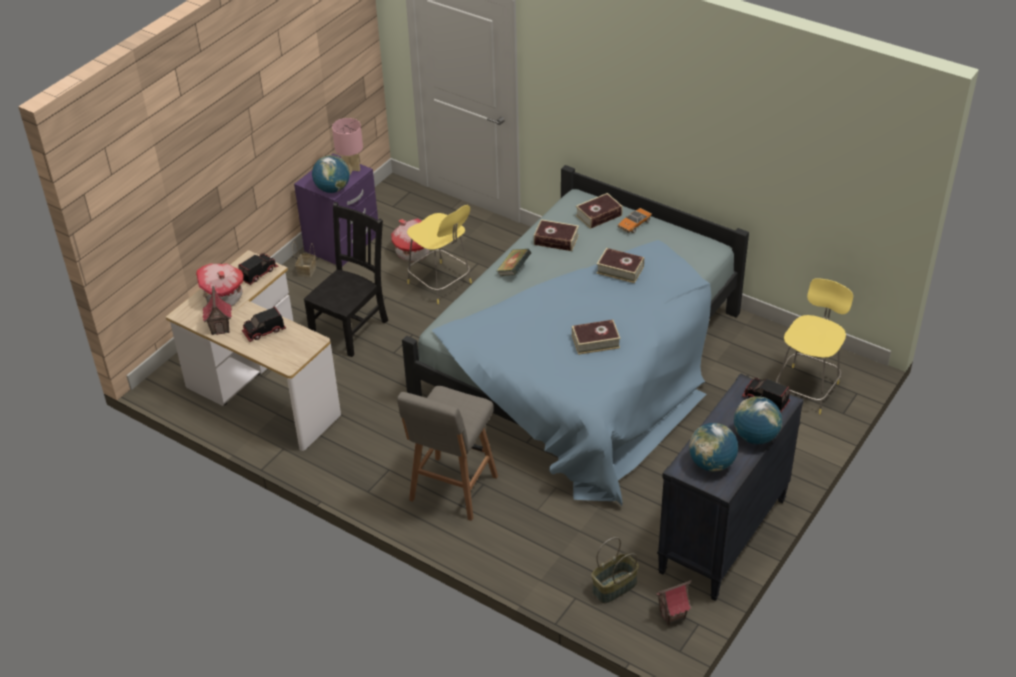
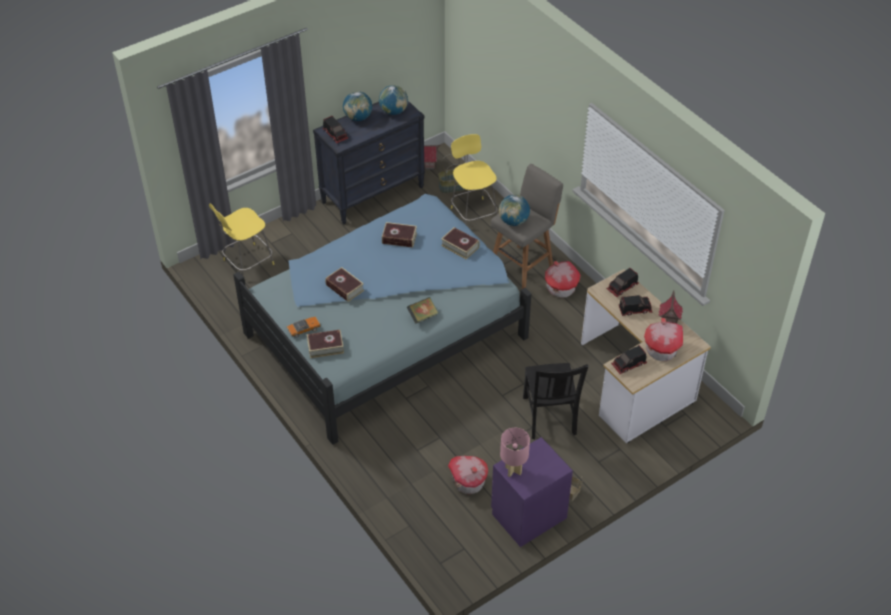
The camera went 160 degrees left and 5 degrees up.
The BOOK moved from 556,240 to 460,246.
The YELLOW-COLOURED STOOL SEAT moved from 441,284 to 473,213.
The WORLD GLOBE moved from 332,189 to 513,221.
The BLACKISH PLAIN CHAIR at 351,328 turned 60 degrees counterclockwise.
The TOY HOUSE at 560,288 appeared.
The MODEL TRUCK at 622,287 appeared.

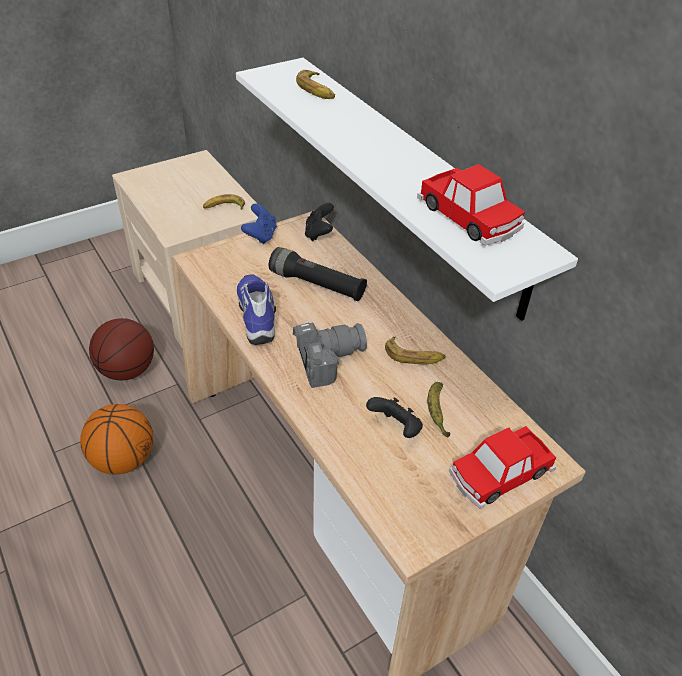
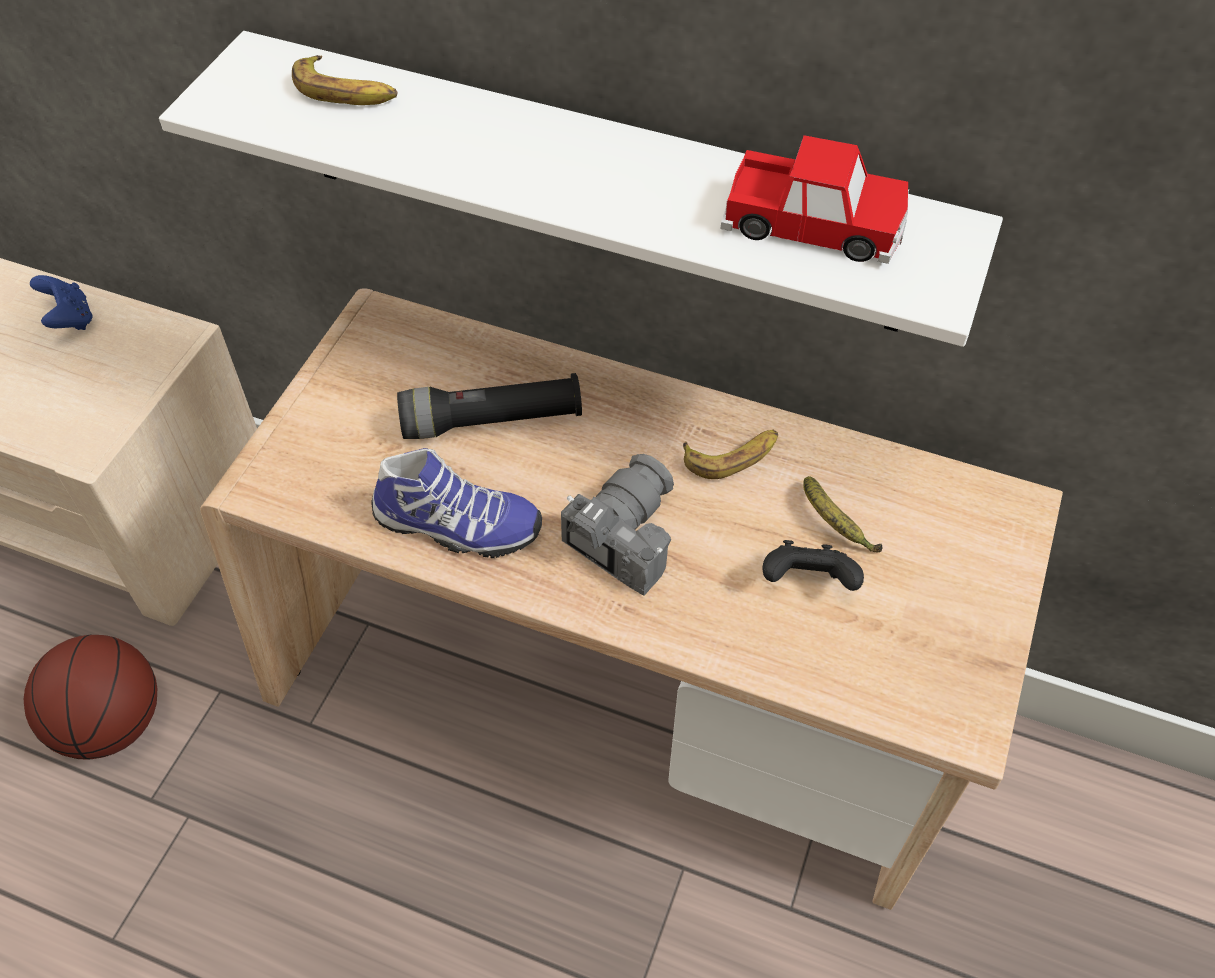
The camera went 35 degrees left and 10 degrees up.
The BLUISH GAME CONTROLLER moved from 260,236 to 70,319.
The ITEM OF FOOTWEAR at 258,316 turned 150 degrees clockwise.
The BASKETBALL BALL at 123,460 disappeared.
The WHOLE BANANA at 224,207 disappeared.
The BLACKISH GAME CONTROLLER at 319,233 disappeared.
The MODEL CAR at 500,473 disappeared.

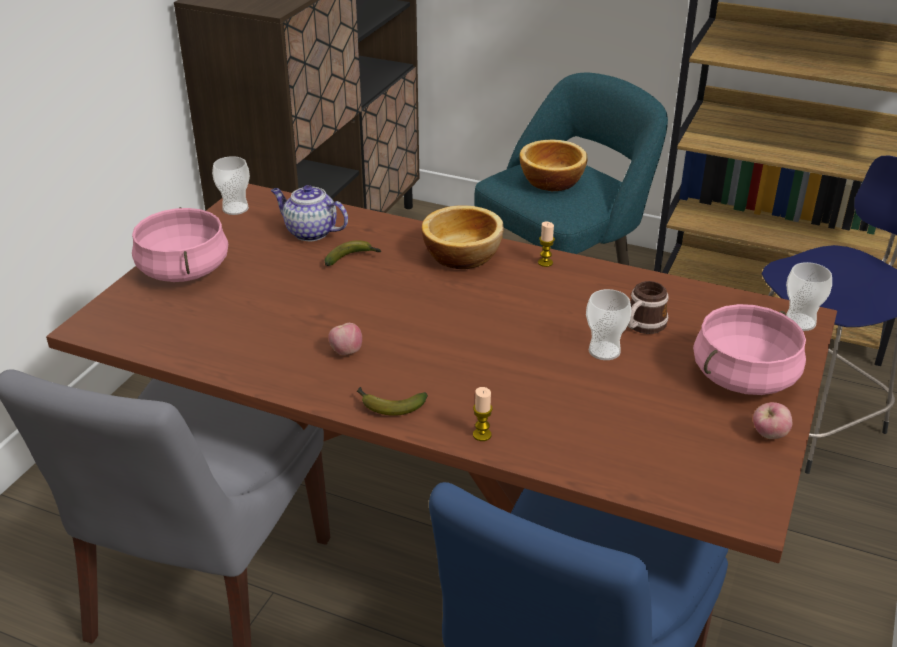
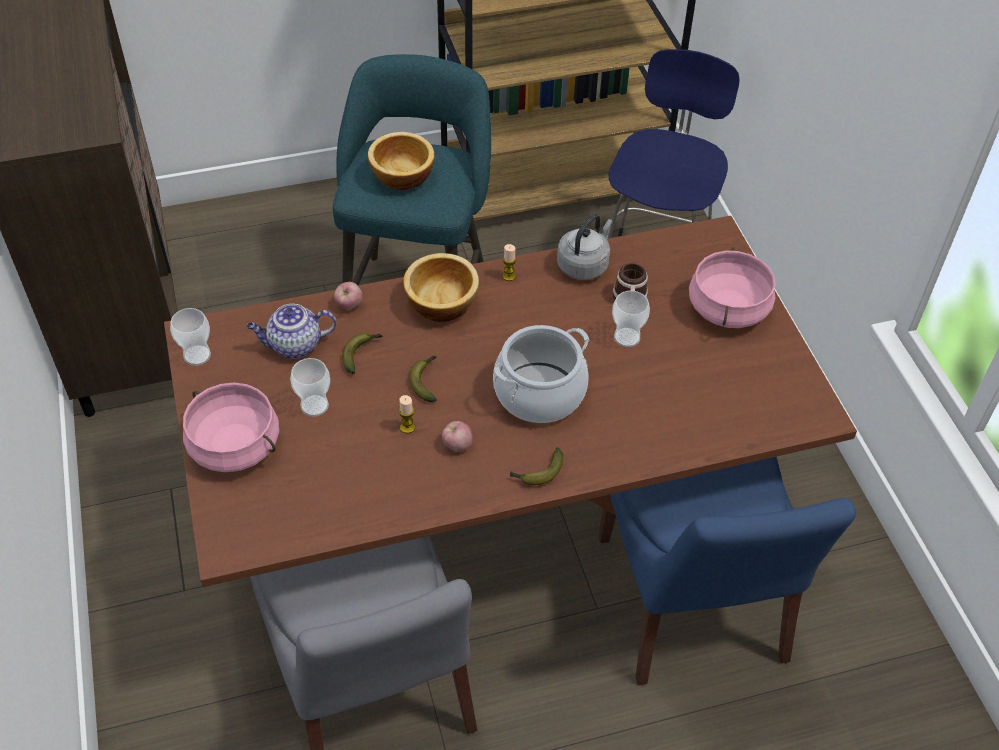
The camera went 40 degrees left and 15 degrees up.
The CUP moved from 800,322 to 314,406.
The WHOLE APPLE moved from 769,435 to 349,305.
The WAX CANDLE moved from 482,435 to 407,427.
The WHOLE BANANA at 426,381 appeared.
The SAUCEPOT at 539,393 appeared.
The GREYISH TEA KETTLE at 584,265 appeared.

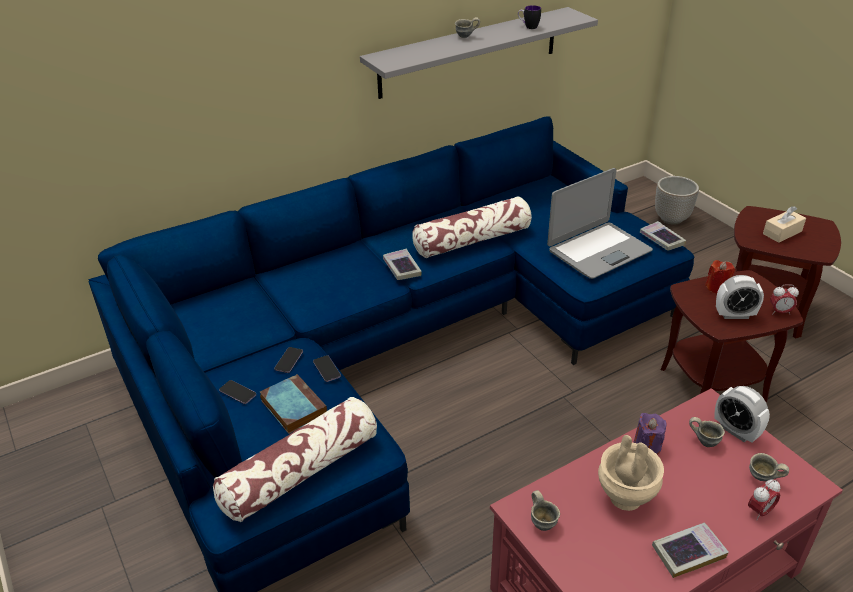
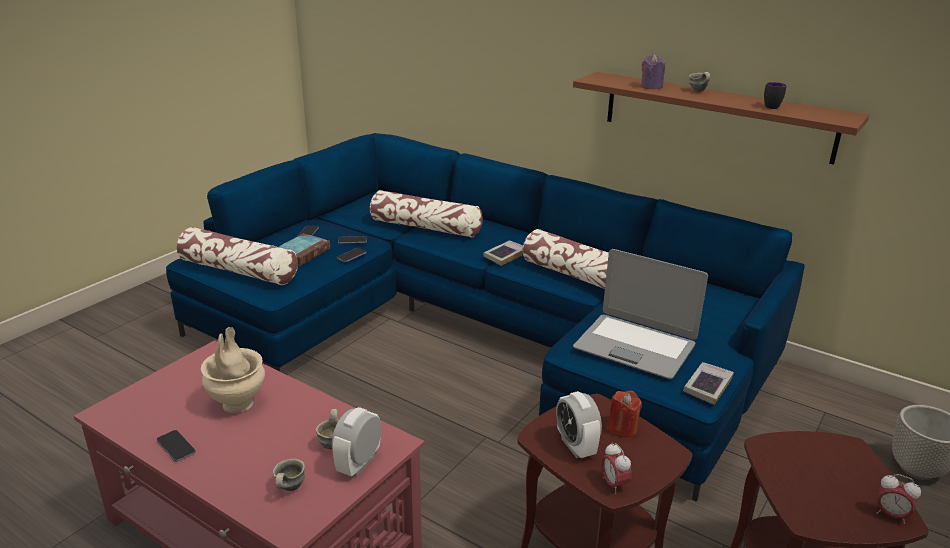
The camera went 65 degrees right and 10 degrees down.
The BOOK at 688,552 was replaced by the PHONE at 176,447.
The CUSHION at 426,227 appeared.
The GREYISH BRACKET SHELF at 469,52 became the BROWNISH BRACKET SHELF at 716,116.
The PURPLE WAX CANDLE moved from 647,446 to 651,86.
The ALARM CLOCK moved from 759,511 to 890,515.
The GREYISH TEA MUG at 543,522 disappeared.
The SAND-COLOURED TISSUE HOLDER at 782,232 disappeared.

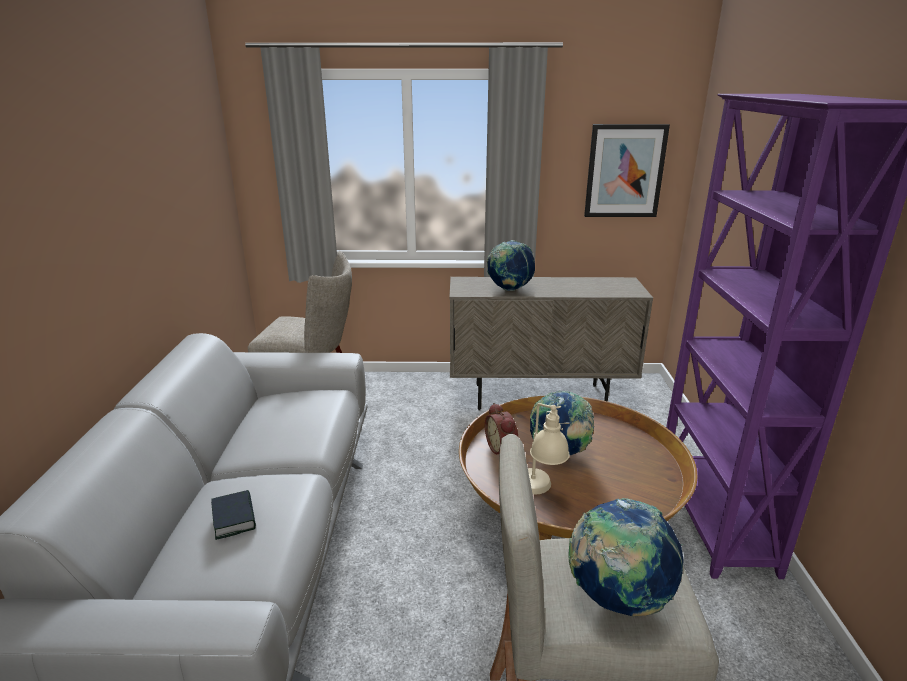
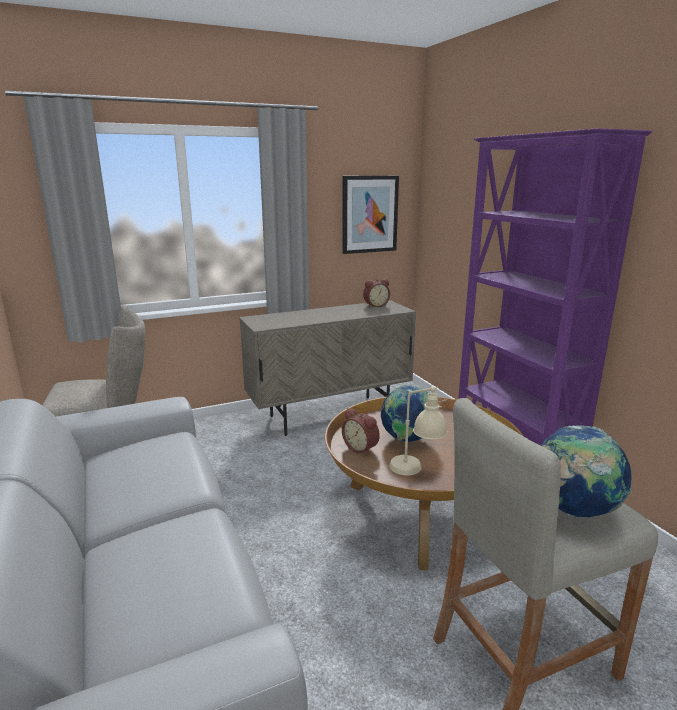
The camera went 25 degrees left and 5 degrees down.
The ALARM CLOCK at 375,305 appeared.
The BOOK at 234,518 disappeared.
The WORLD GLOBE at 509,289 disappeared.

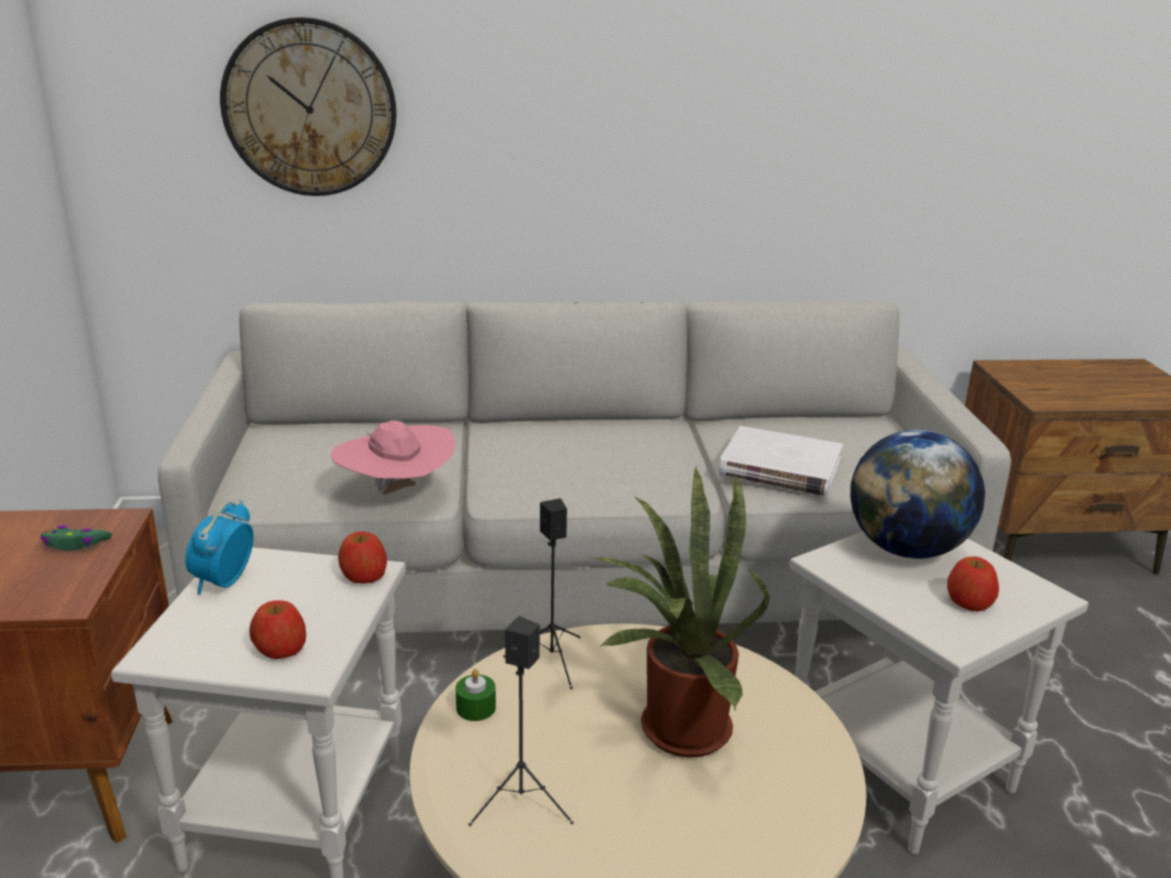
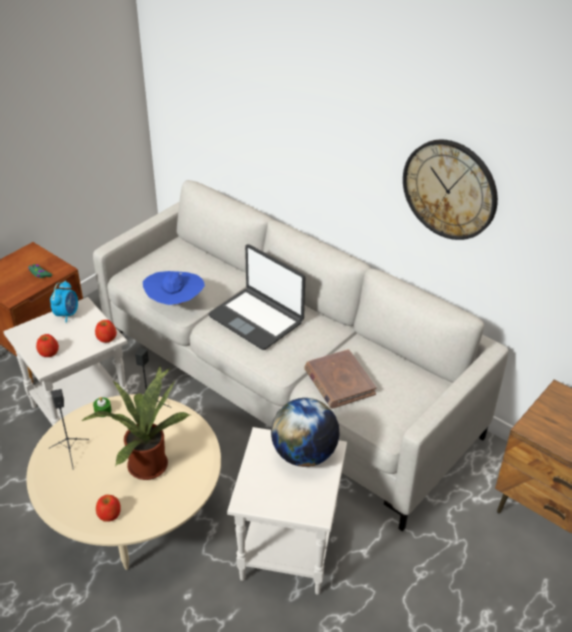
The camera went 45 degrees right and 15 degrees up.
The ALARM CLOCK at 223,582 turned 135 degrees clockwise.
The WHOLE APPLE moved from 969,601 to 109,514.
The PINK HAT at 396,493 became the BLUISH HAT at 175,304.
The PORTABLE COMPUTER at 257,319 appeared.
The WHITISH BOOK at 780,468 became the BROWNISH BOOK at 339,382.
The WALL CLOCK moved from 310,108 to 450,189.

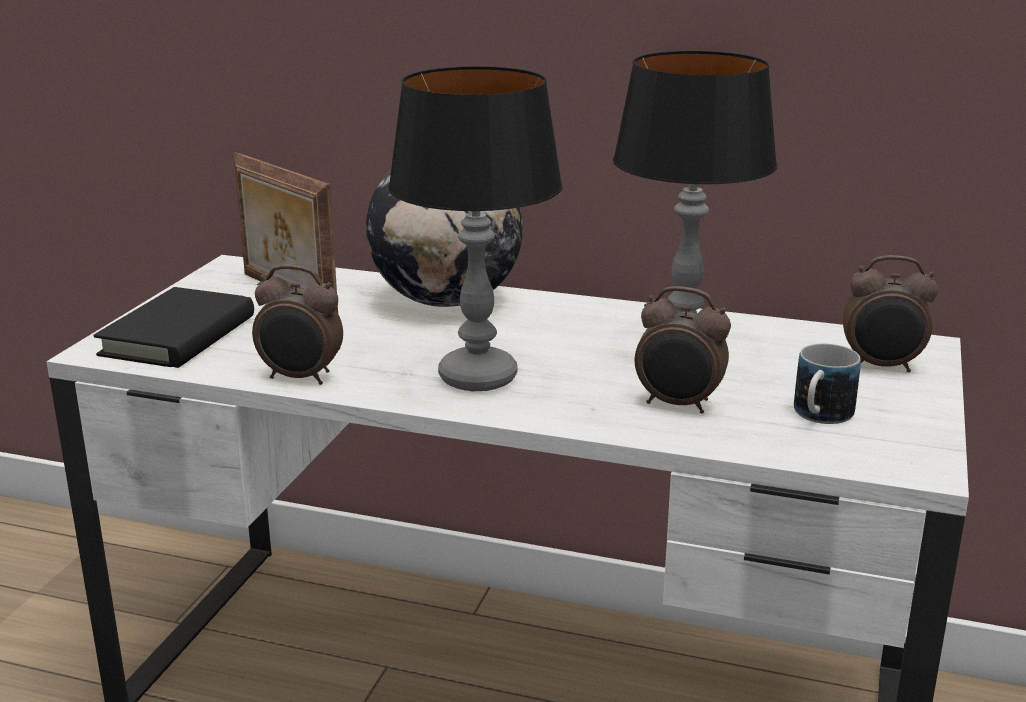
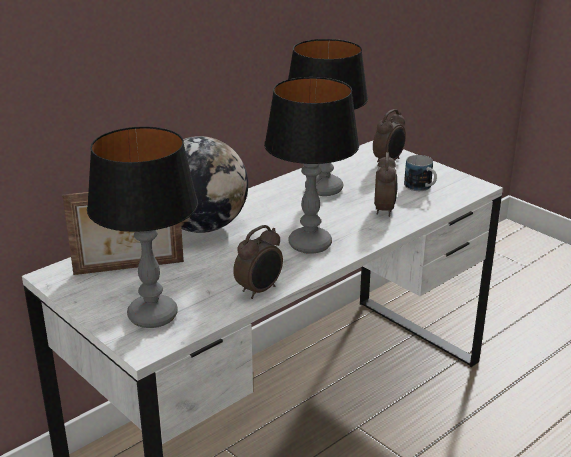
The camera went 60 degrees left and 5 degrees up.
The BLACKISH BOOK at 178,336 was replaced by the LAMP FOR A TABLE at 152,316.
The ALARM CLOCK at 678,405 turned 45 degrees counterclockwise.

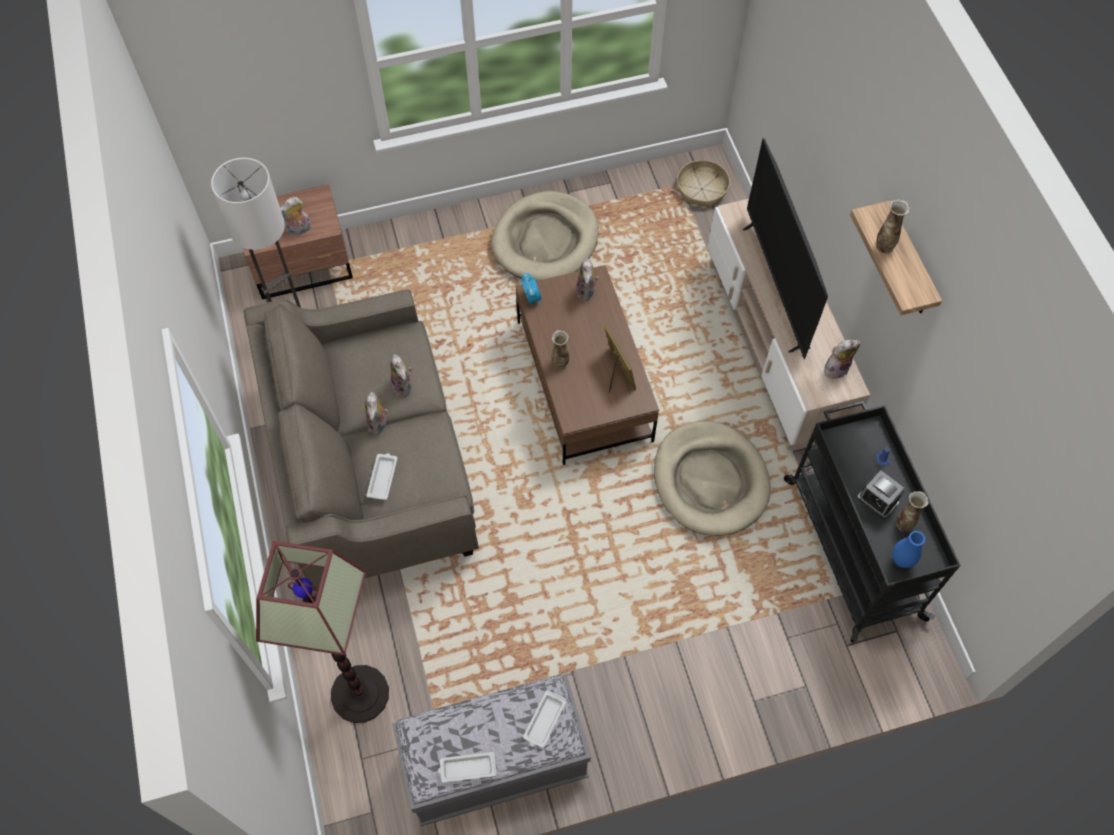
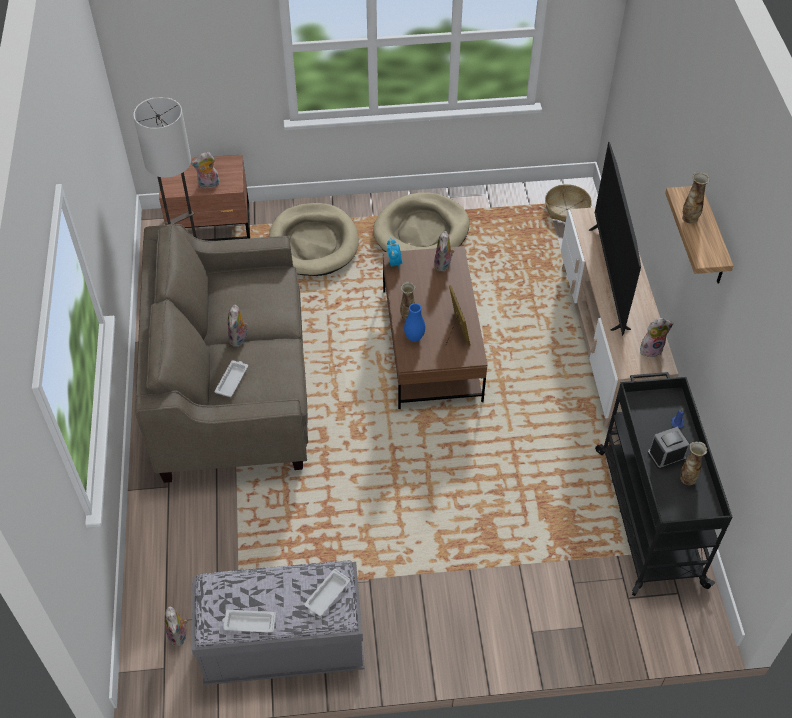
The camera went 10 degrees right and 10 degrees down.
The PLUSH TOY moved from 404,386 to 179,635.
The SAND-COLOURED PET BED moved from 710,480 to 313,243.
The BLUISH FLOWER VASE moved from 901,560 to 414,337.
The ALARM CLOCK at 877,500 turned 105 degrees clockwise.
The STANDARD LAMP at 360,693 disappeared.

